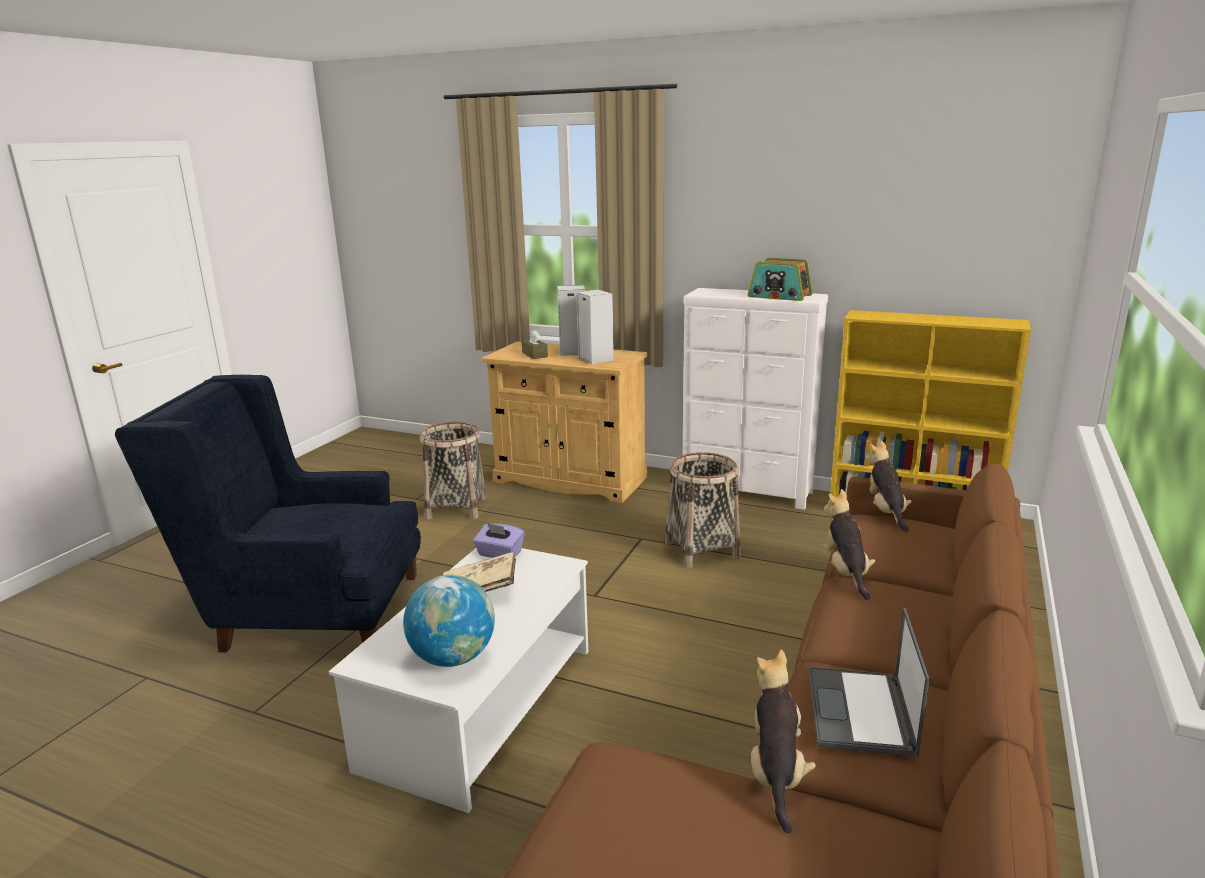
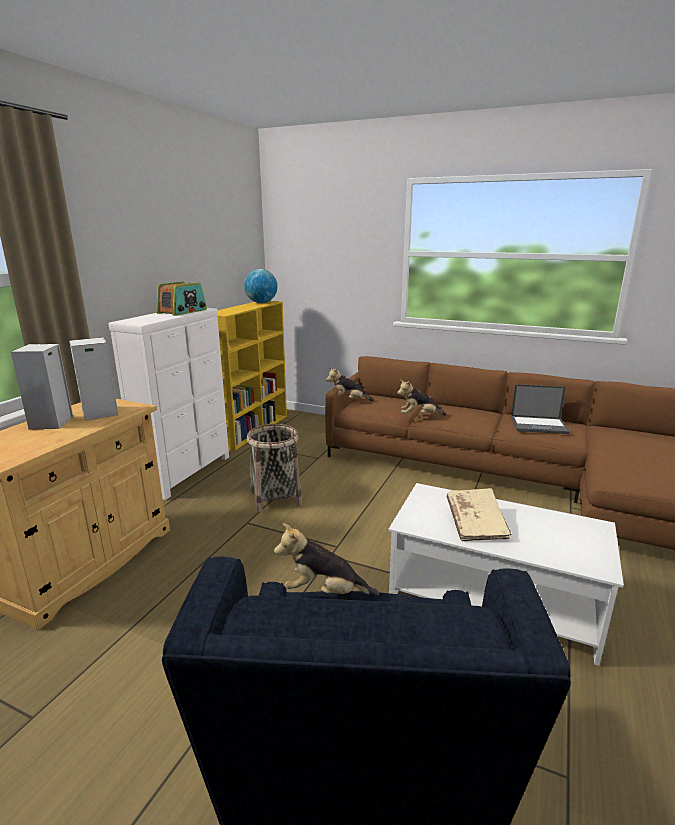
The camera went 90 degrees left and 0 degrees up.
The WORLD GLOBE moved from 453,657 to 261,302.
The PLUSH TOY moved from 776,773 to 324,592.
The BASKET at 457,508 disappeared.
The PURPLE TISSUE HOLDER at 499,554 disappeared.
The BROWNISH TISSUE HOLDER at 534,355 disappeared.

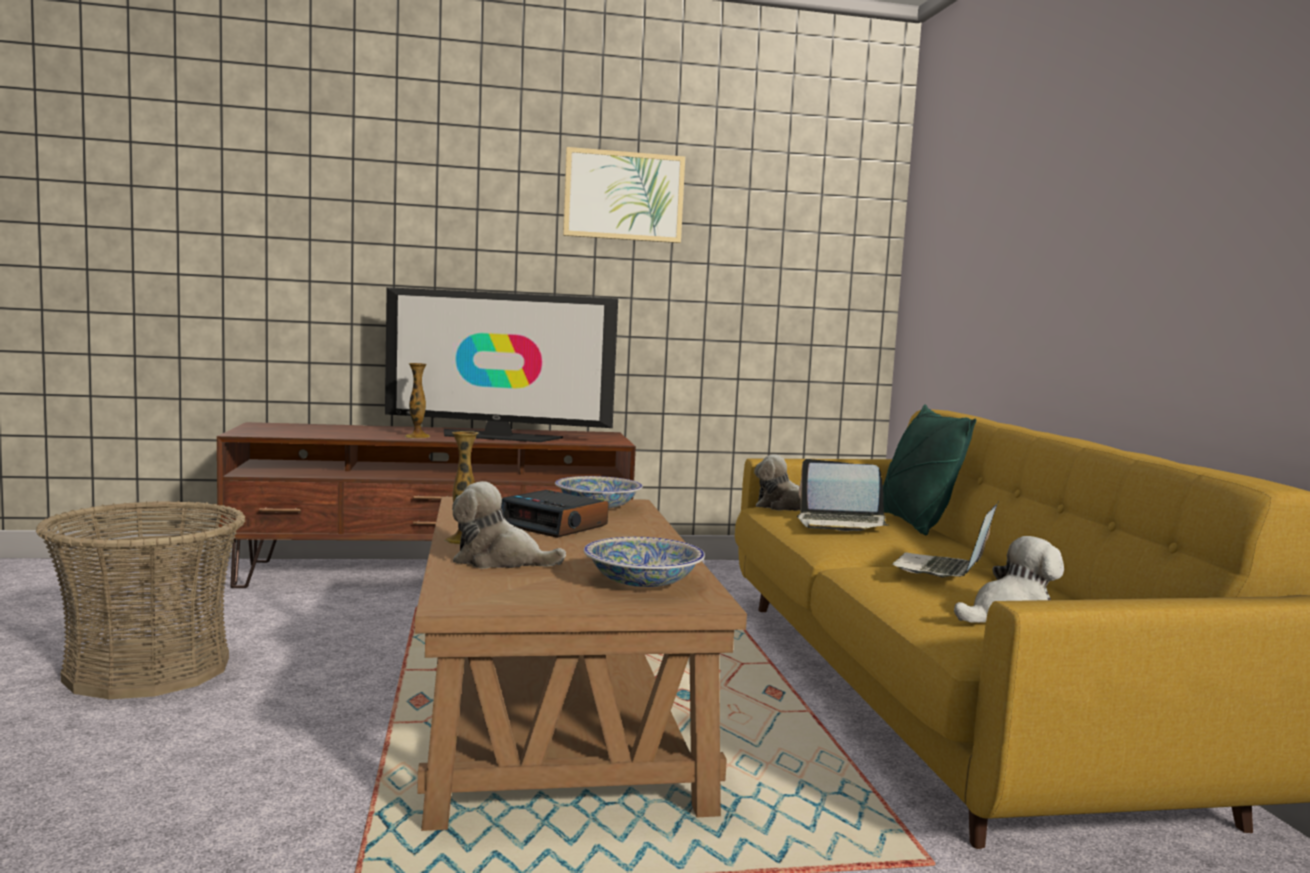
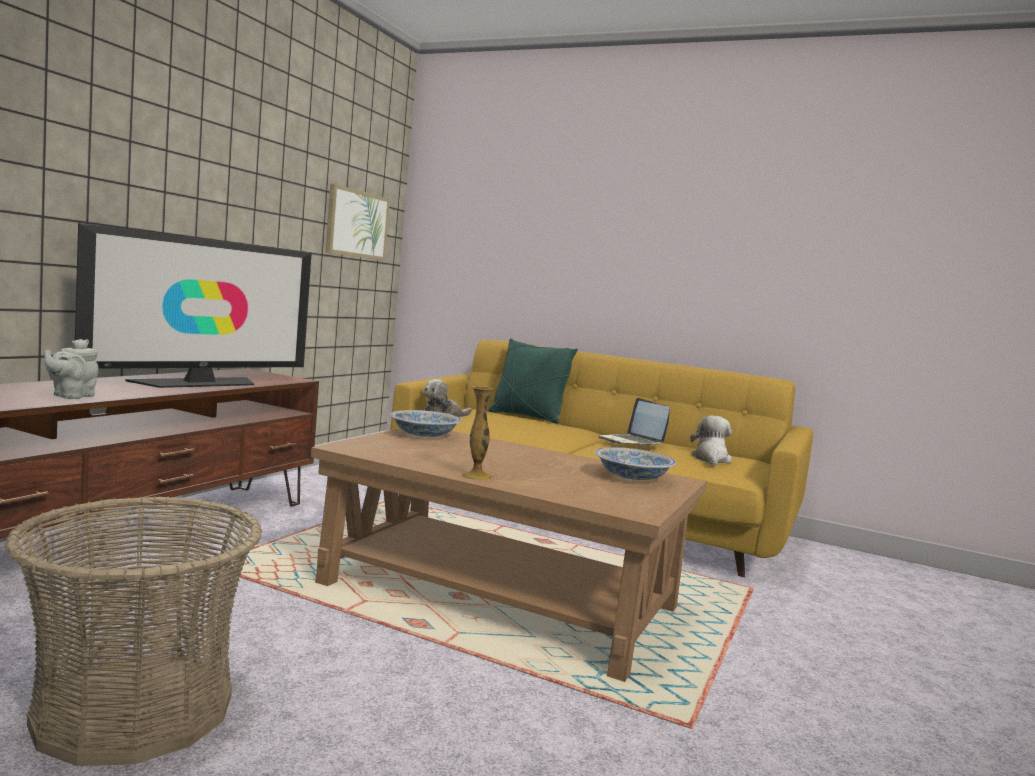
The camera went 55 degrees left and 0 degrees up.
The GREYISH TEA POT at 71,396 appeared.
The WALL PICTURE moved from 623,196 to 356,224.
The FLOWER VASE at 417,436 disappeared.
The PLUSH TOY at 499,561 disappeared.
The ALARM CLOCK at 555,525 disappeared.
The PORTABLE COMPUTER at 841,523 disappeared.

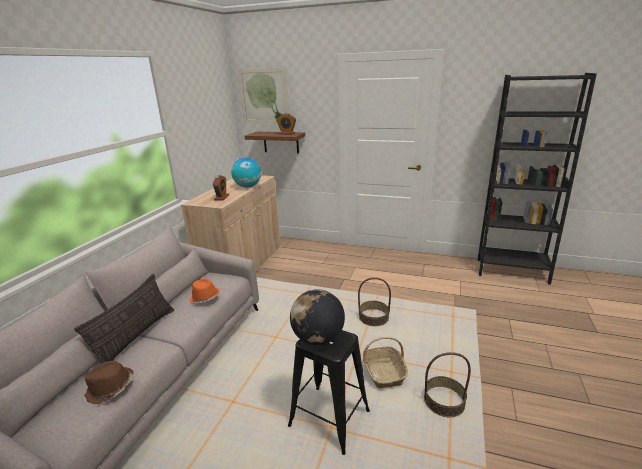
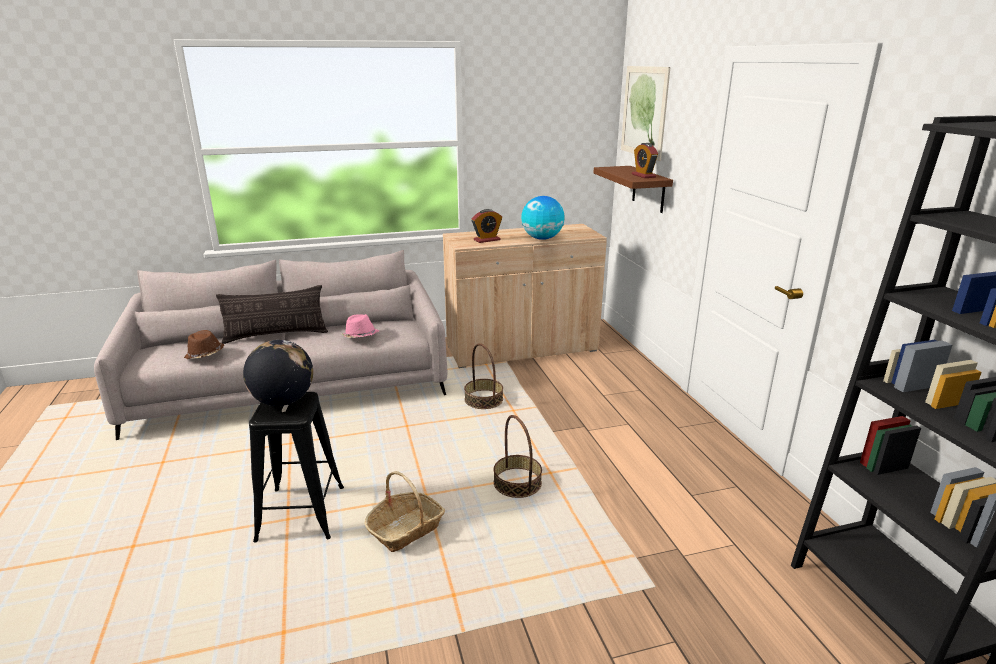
The camera went 55 degrees right and 0 degrees up.
The ORANGEY HAT at 205,298 became the PINK HAT at 360,337.
The BASKET moved from 444,401 to 483,399.

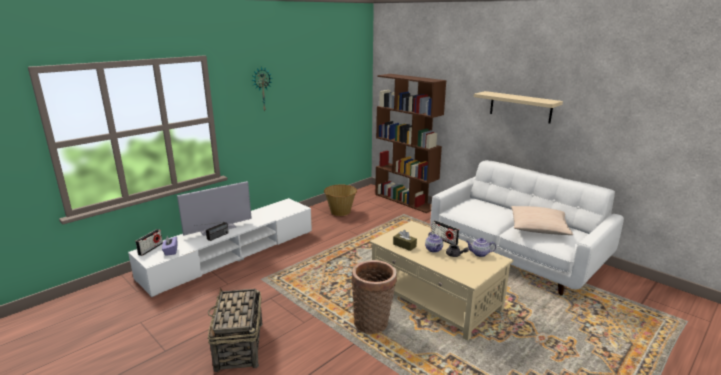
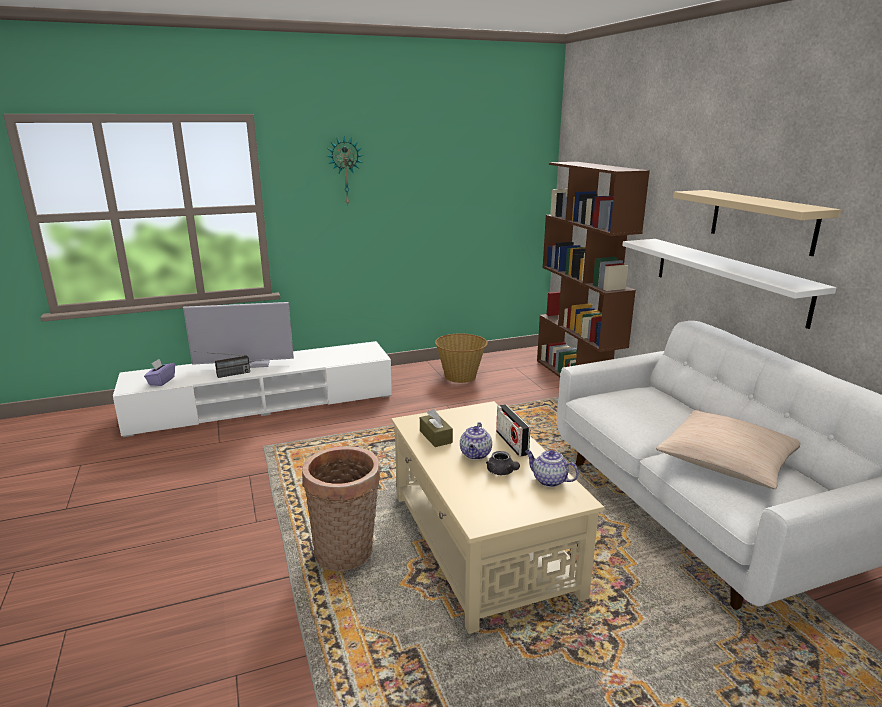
The camera went 25 degrees right and 0 degrees up.
The WHITISH BRACKET SHELF at 727,279 appeared.
The RADIO at 150,249 disappeared.
The BASKET at 239,346 disappeared.

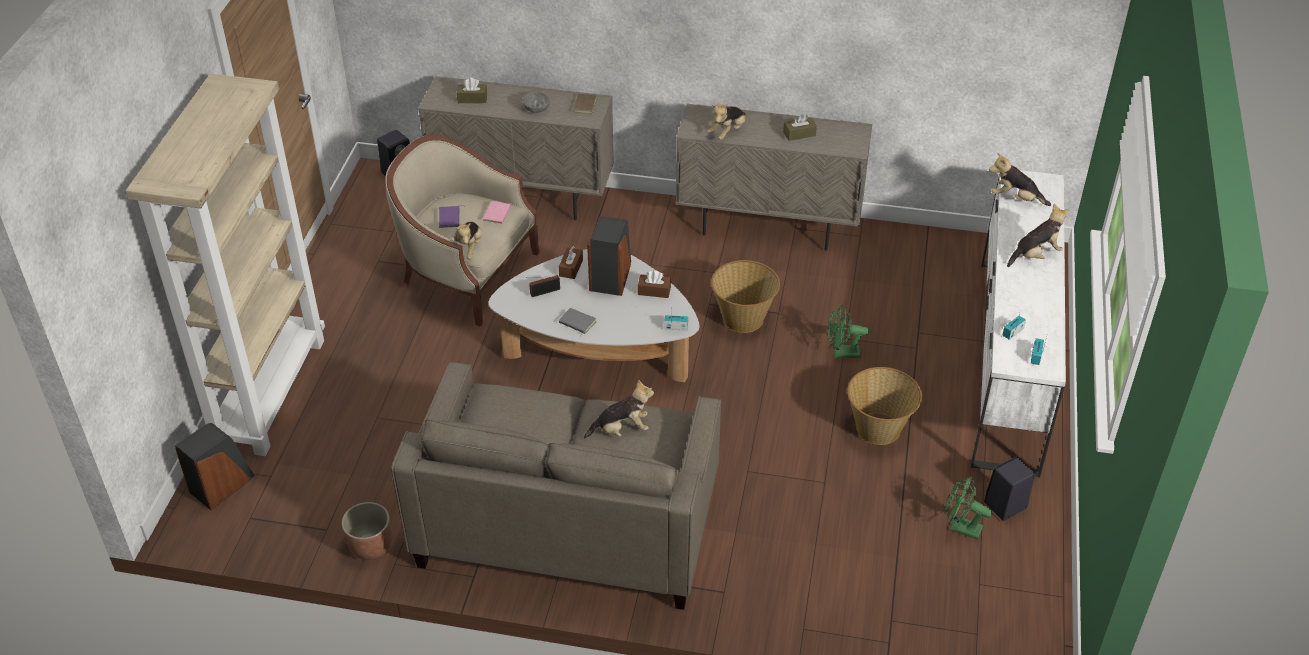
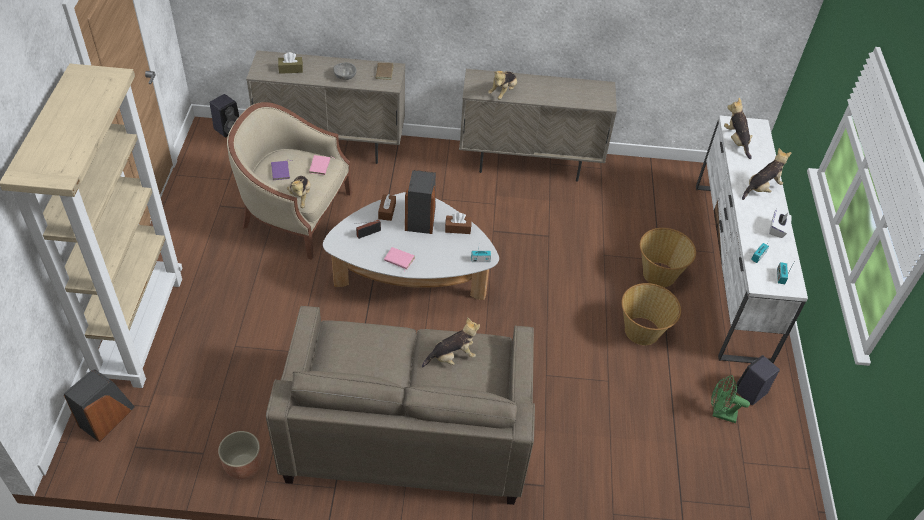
The camera went 10 degrees left and 5 degrees up.
The GREYISH BOOK at 576,323 became the PINK BOOK at 398,260.
The BASKET moved from 743,318 to 659,274.
The PLUSH TOY at 1015,199 turned 60 degrees clockwise.
The WHITISH TISSUE HOLDER at 777,229 appeared.
The BROWNISH TISSUE HOLDER at 799,134 disappeared.
The GREEN-COLOURED ELECTRIC FAN at 842,353 disappeared.

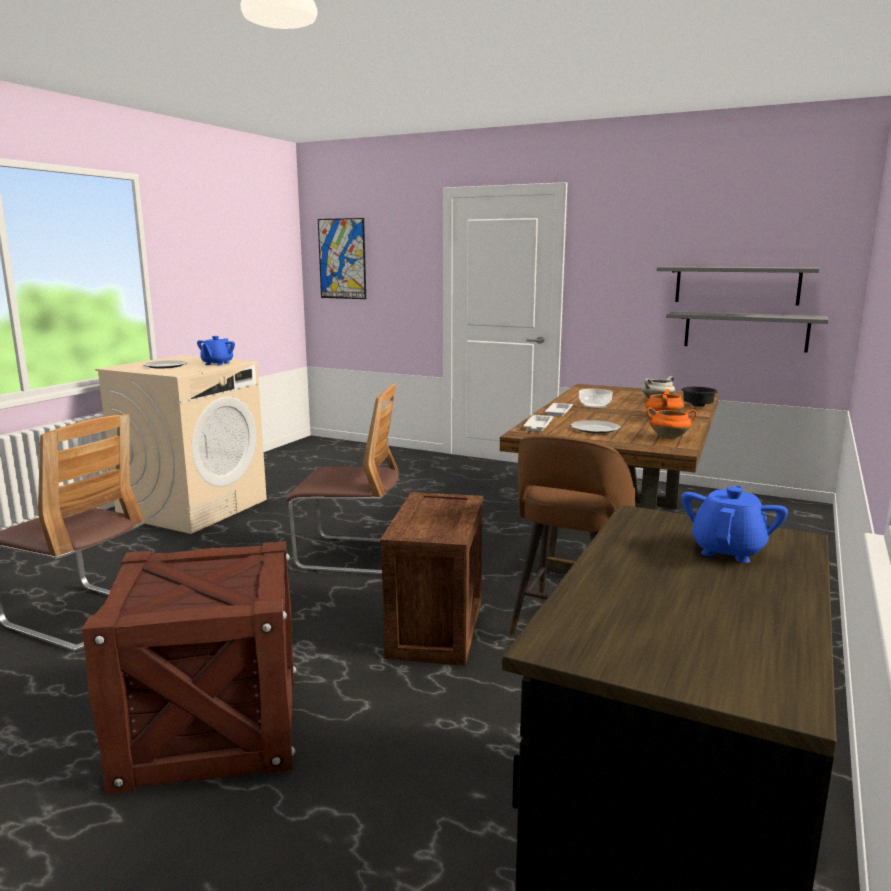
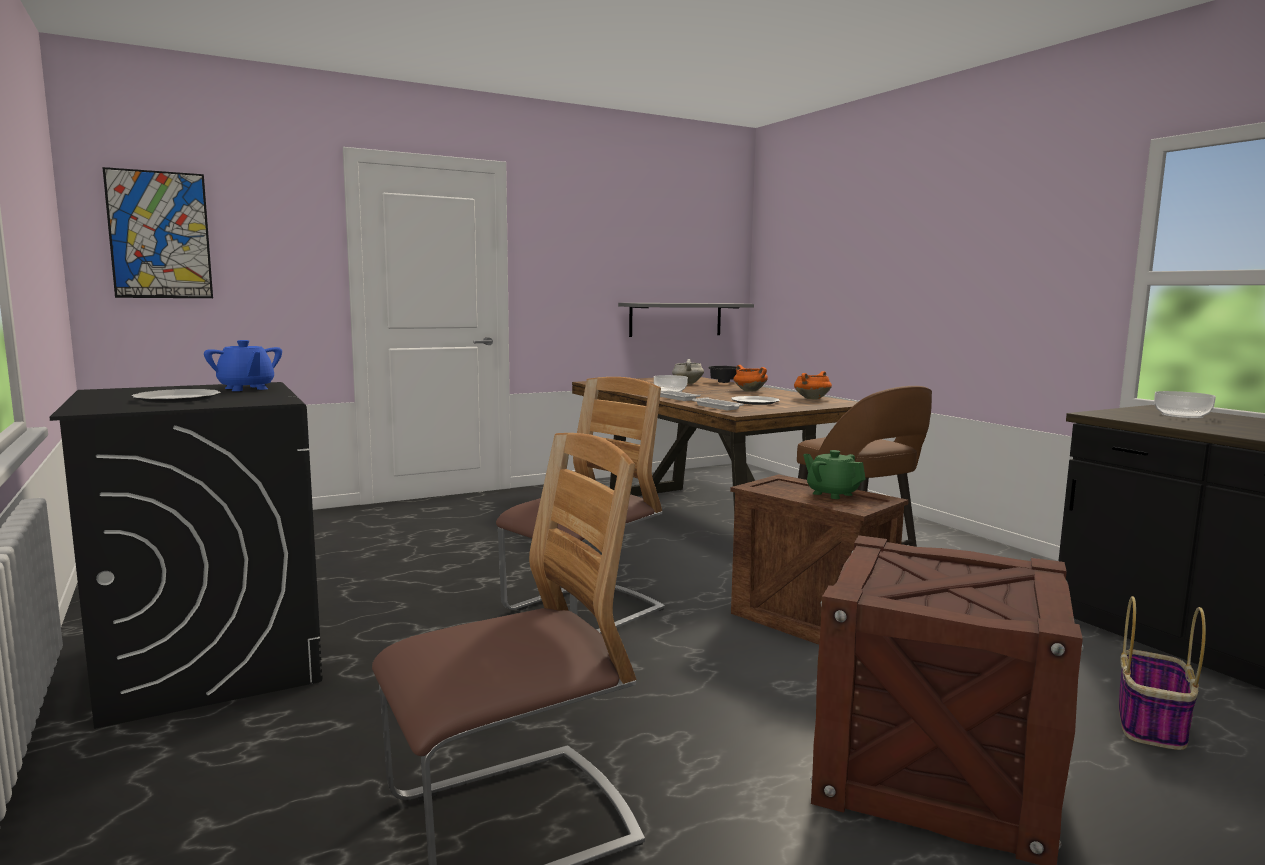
The camera went 55 degrees left and 5 degrees down.
The SAND-COLOURED WASHING MACHINE at 194,508 became the BLACKISH WASHING MACHINE at 211,660.
The GREEN-COLOURED TEA POT at 832,494 appeared.
The BASKET at 1151,725 appeared.
The BLUISH TEA POT at 728,550 was replaced by the BOWL at 1182,415.
The GREYISH BRACKET SHELF at 736,285 disappeared.

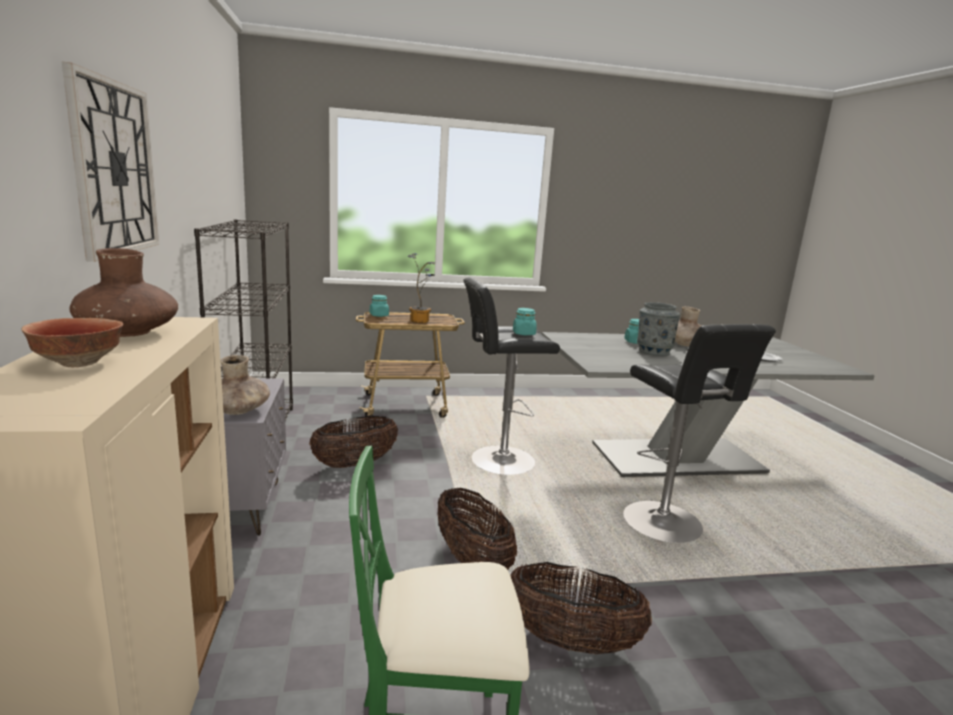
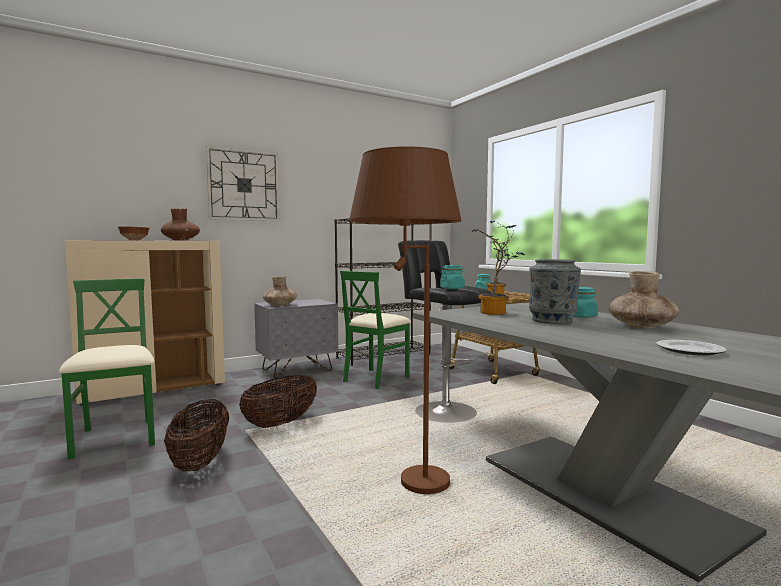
The camera went 70 degrees right and 10 degrees down.
The BASKET at 355,464 was replaced by the GREEN-COLOURED PLAIN CHAIR at 375,378.
The BLACKISH STOOL SEAT at 666,524 was replaced by the BROWNISH STANDARD LAMP at 404,491.
The HOUSEPLANT at 496,313 appeared.

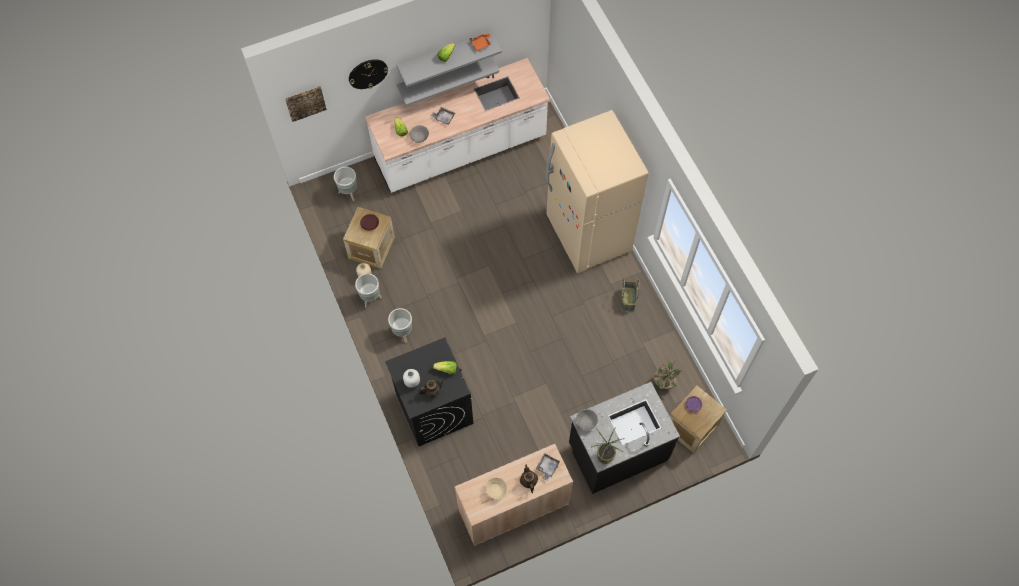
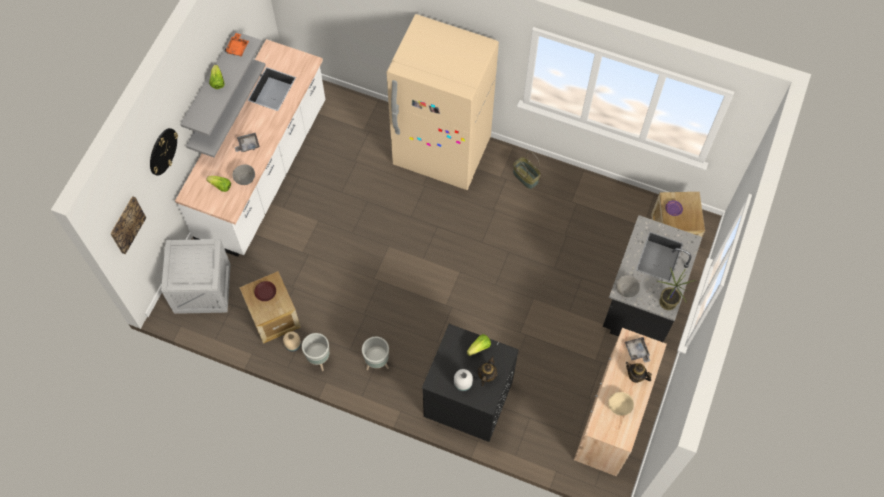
The camera went 45 degrees left and 0 degrees up.
The GREYISH PLANTER at 349,193 was replaced by the SHIPPING CRATE at 203,288.
The HOUSEPLANT at 664,382 disappeared.

